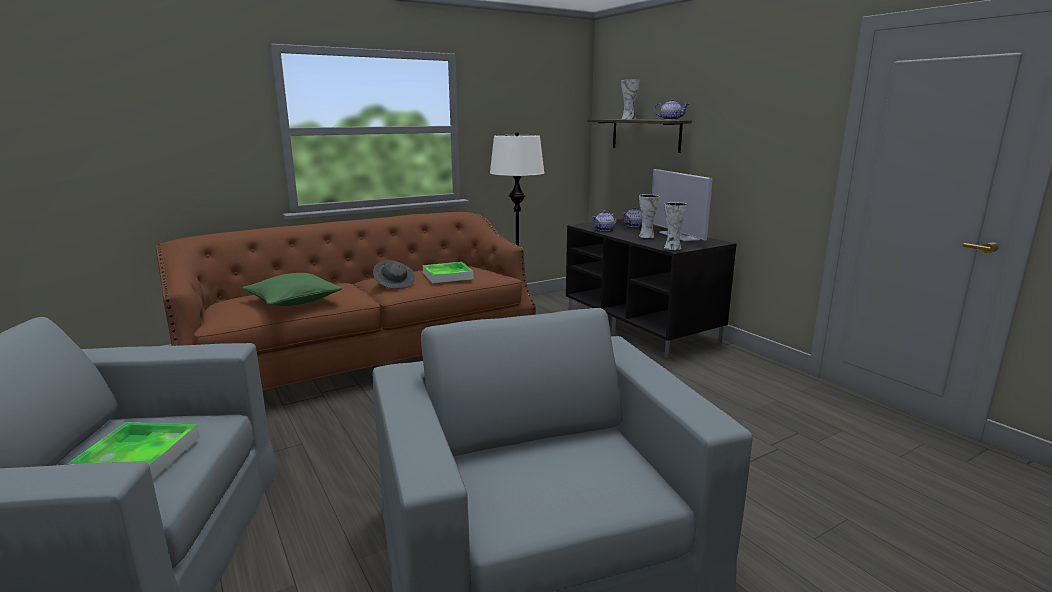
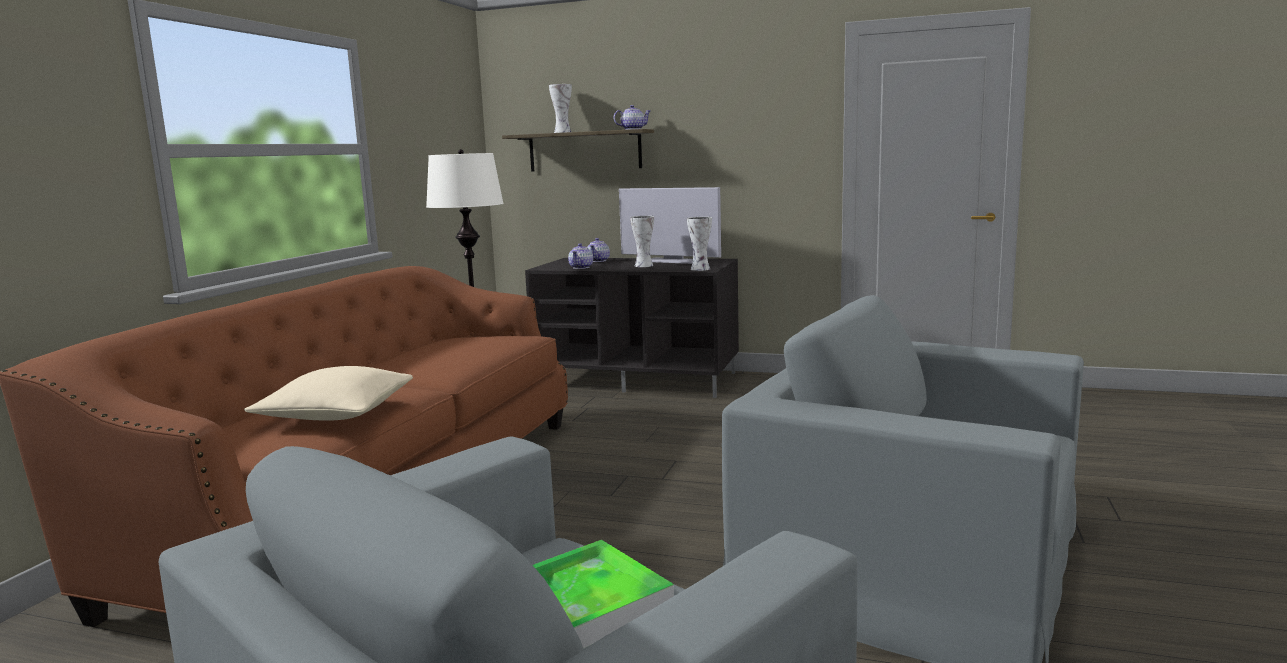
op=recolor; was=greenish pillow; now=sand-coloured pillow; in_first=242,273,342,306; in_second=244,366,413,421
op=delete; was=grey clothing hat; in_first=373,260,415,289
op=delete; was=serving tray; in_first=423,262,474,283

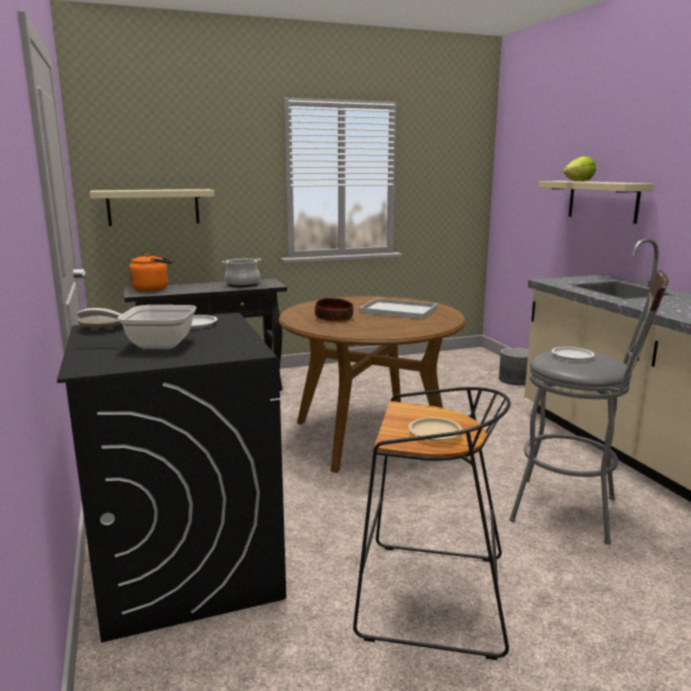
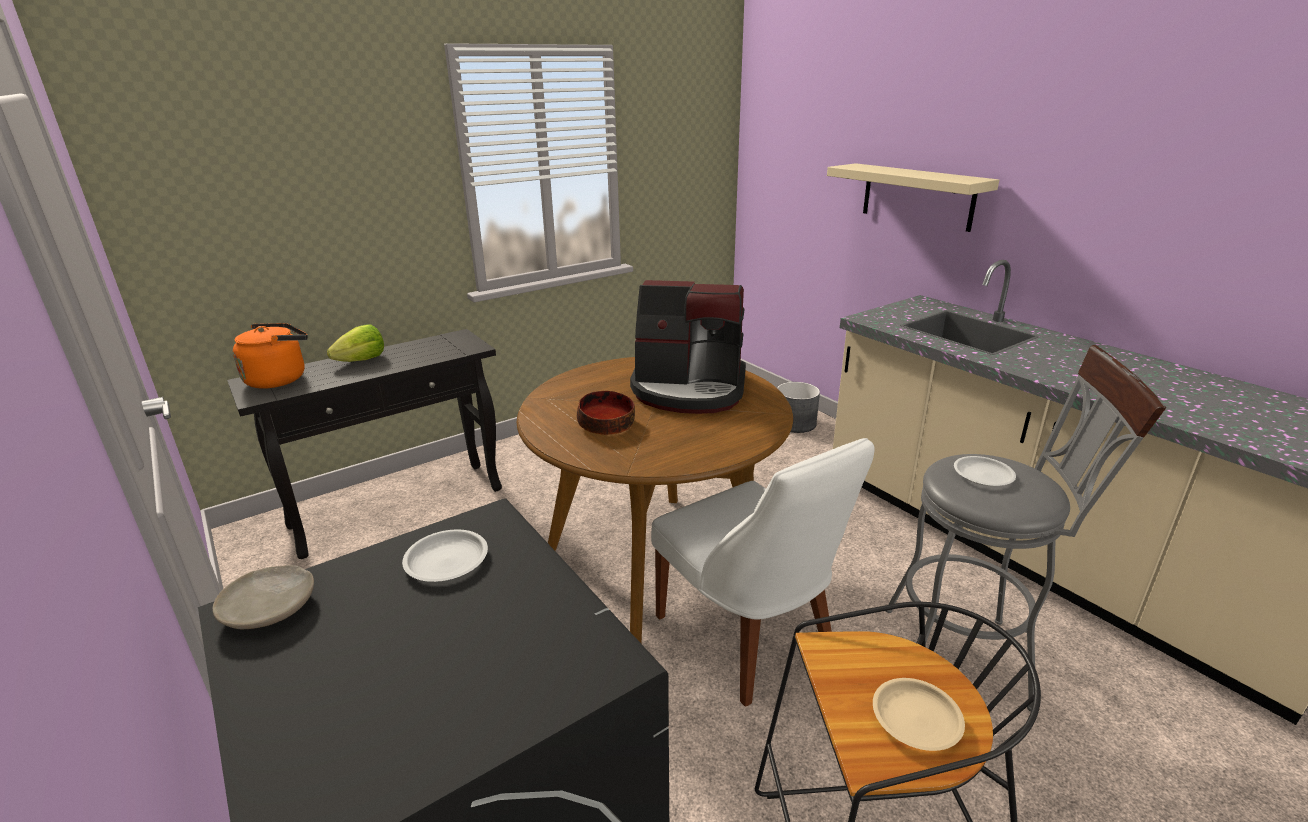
op=move; was=head of lettuce; in_first=563,156,596,181; in_second=327,324,384,362
op=replace; was=white-coloured serving tray; now=coffee brewer; in_first=359,298,438,319; in_second=630,280,746,414
op=insert; now=white-coloured chair; in_second=651,438,875,707
op=delete; was=frying pan; in_first=77,305,196,348
op=delete; was=sand-coloured wall shelf; in_first=90,189,214,226
op=delete; was=cooking pot; in_first=222,258,261,287

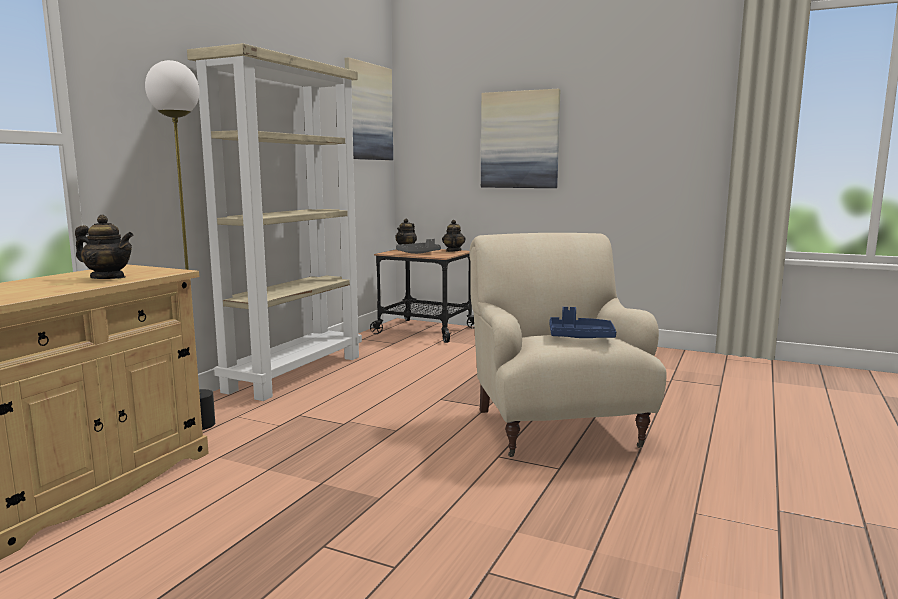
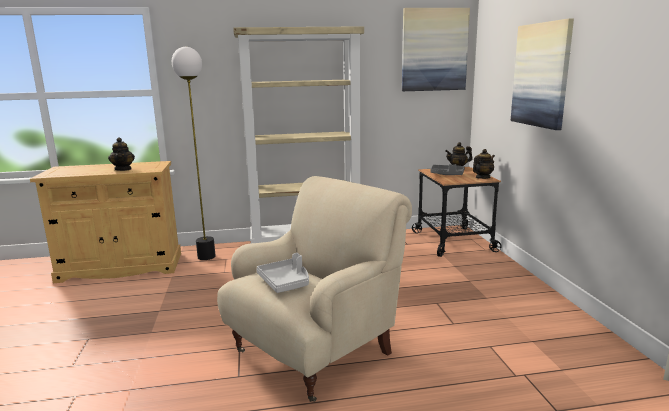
op=recolor; was=blue-coloured serving tray; now=grey serving tray; in_first=549,307,616,338; in_second=256,253,309,293

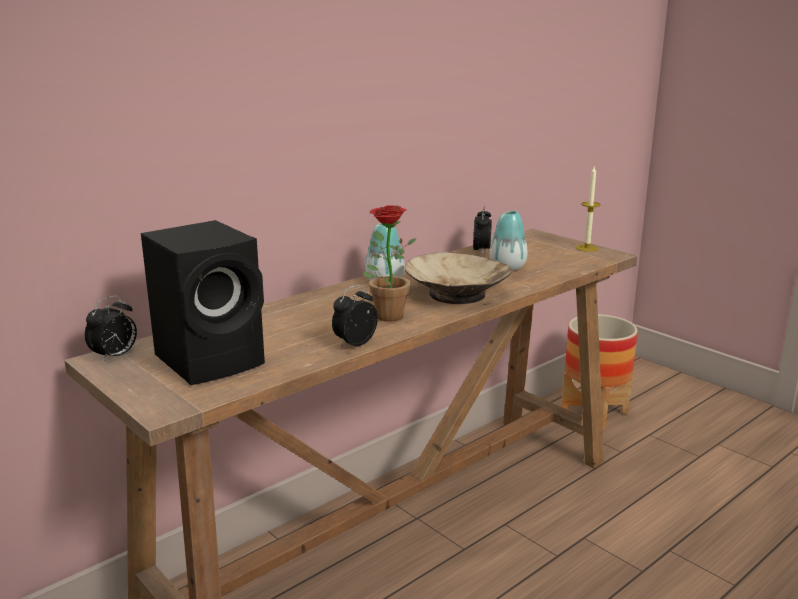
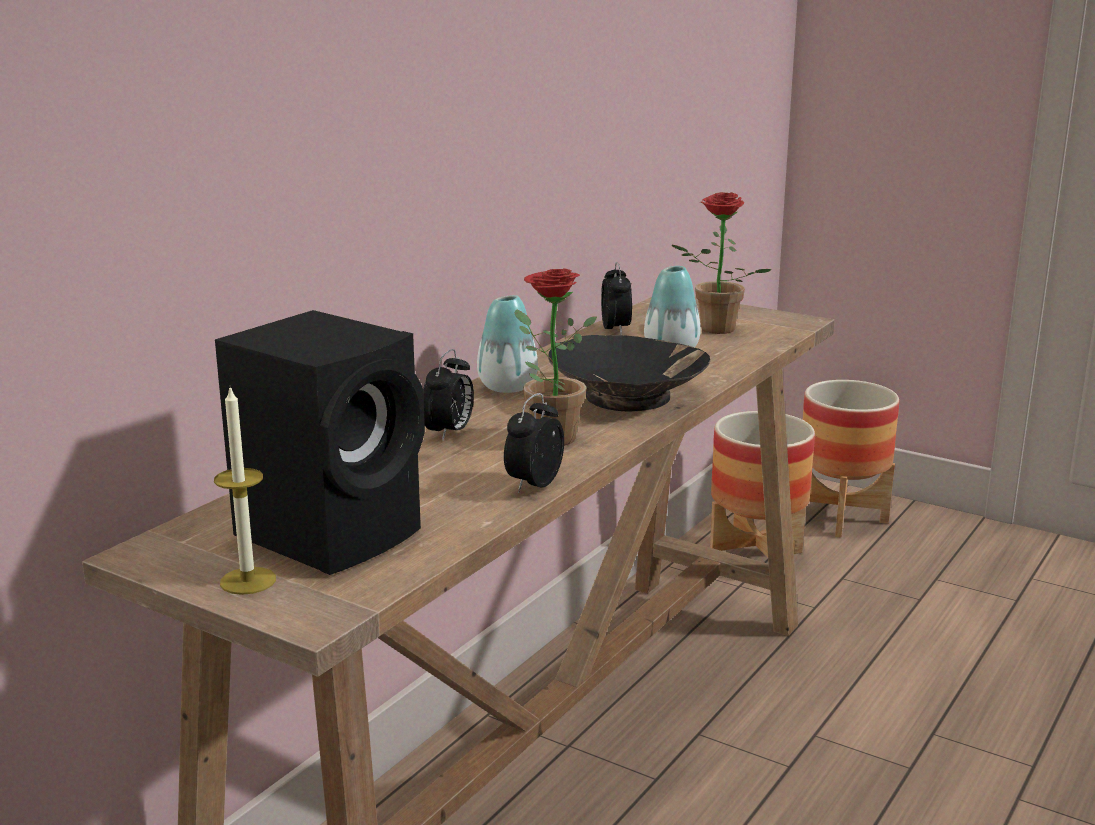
op=move; was=wax light; in_first=576,167,601,252; in_second=214,387,276,595
op=move; was=alarm clock; in_first=85,295,137,362; in_second=423,349,474,441
op=recolor; was=sand-coloured serving bowl; now=blackish serving bowl; in_first=404,252,512,304; in_second=548,335,710,412
op=insert; now=houseplant; in_second=672,192,772,334
op=insert; now=flower pot; in_second=803,380,899,538

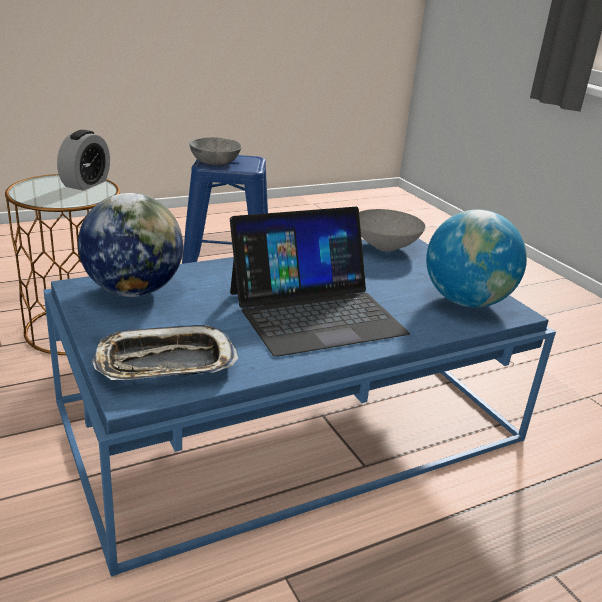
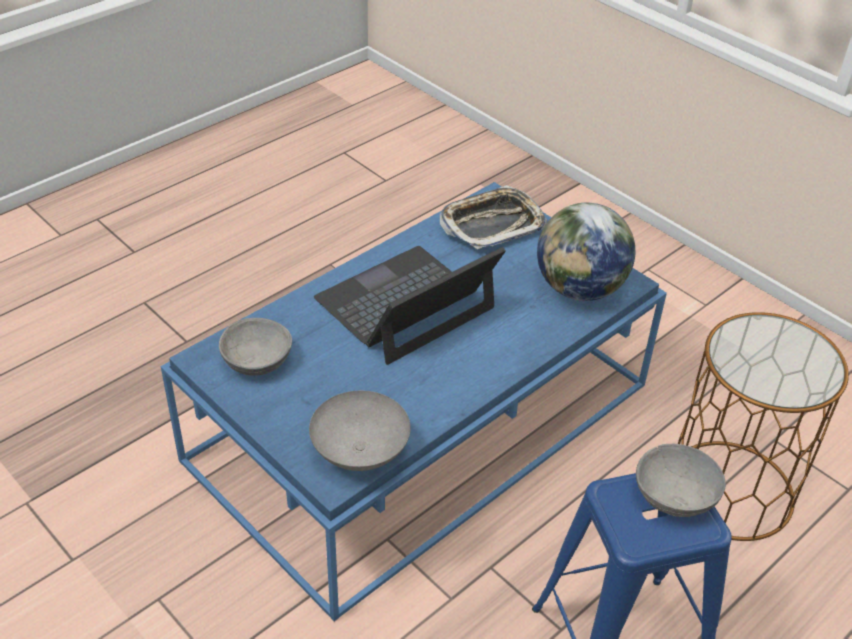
op=replace; was=globe; now=grey serving bowl; in_first=426,210,527,308; in_second=219,318,292,376
op=delete; was=alarm clock; in_first=57,130,110,191

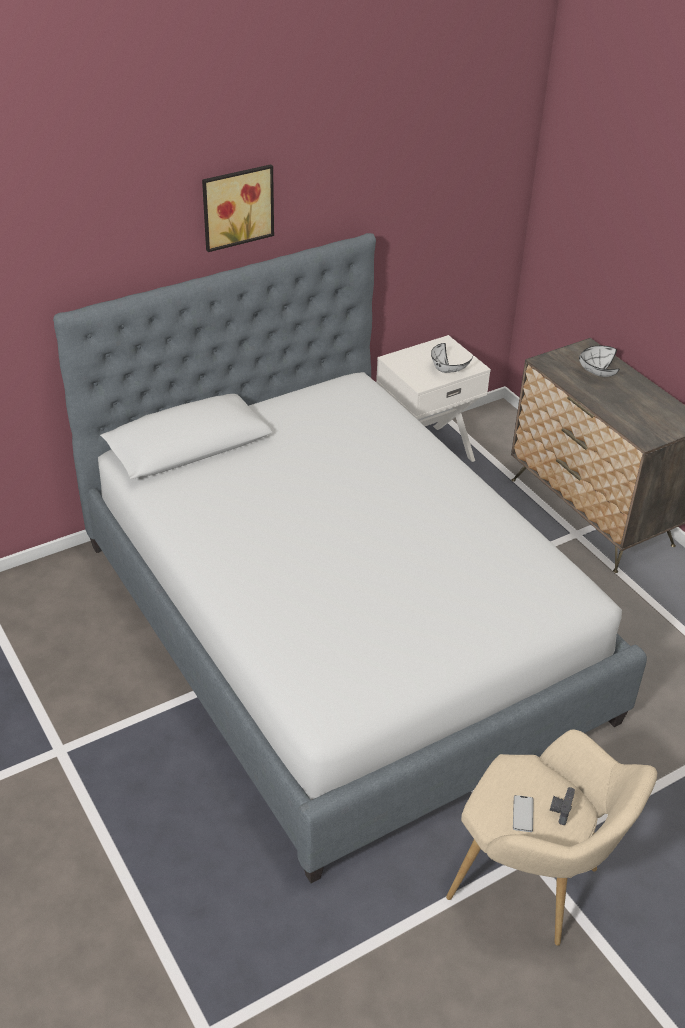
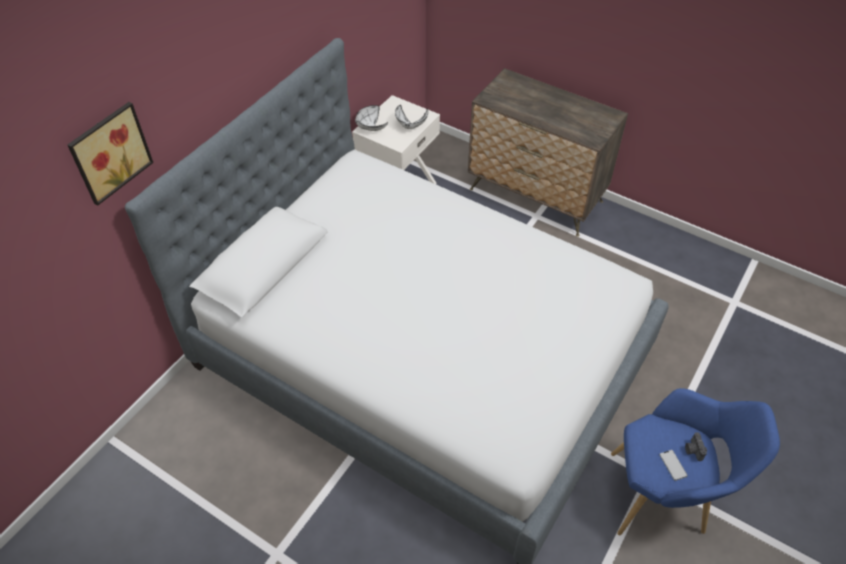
op=move; was=picture; in_first=202,164,274,252; in_second=67,102,153,206
op=move; was=white-coloured serving bowl; in_first=579,346,620,377; in_second=355,105,388,131
op=recolor; was=sand-coloured lounge chair; now=blue-coloured lounge chair; in_first=446,729,657,946; in_second=611,388,780,536

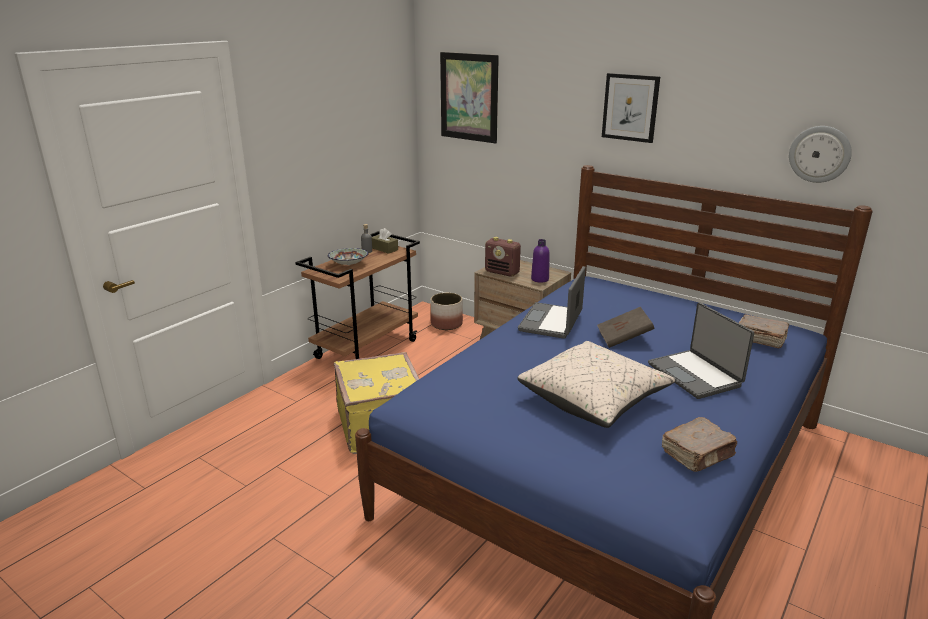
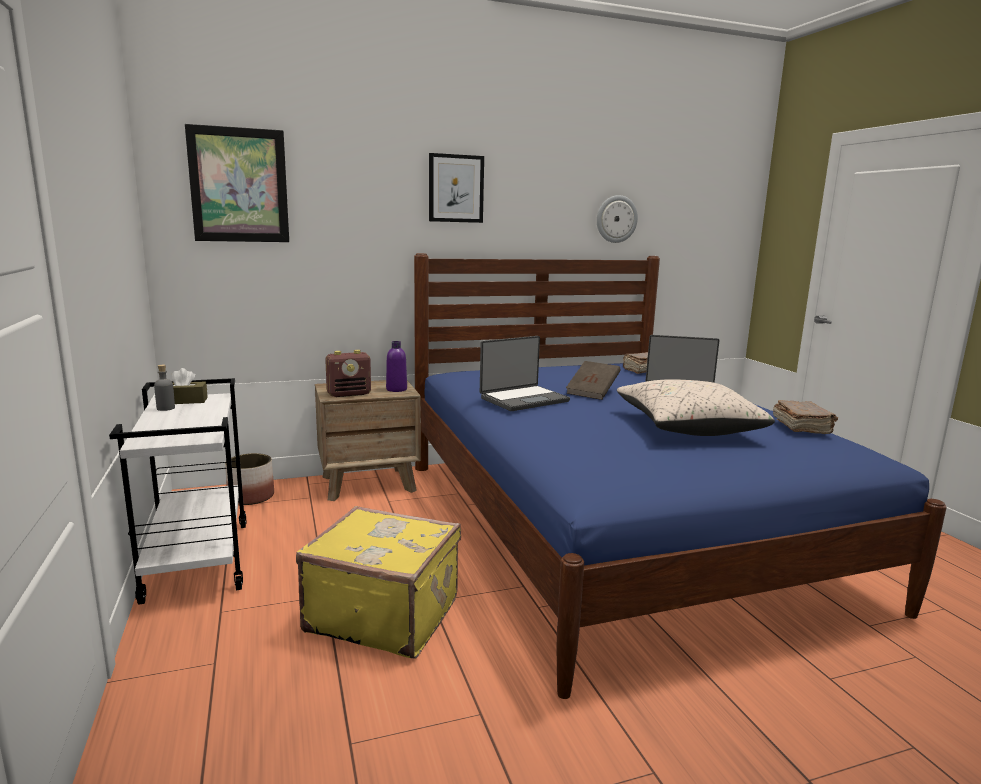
op=recolor; was=brown wheeled cart; now=white-coloured wheeled cart; in_first=295,231,420,359; in_second=109,378,247,605
op=rotate; was=notebook computer; in_first=518,266,586,339; in_second=480,336,570,411; clockwise=-90
op=delete; was=serving bowl; in_first=328,248,369,265

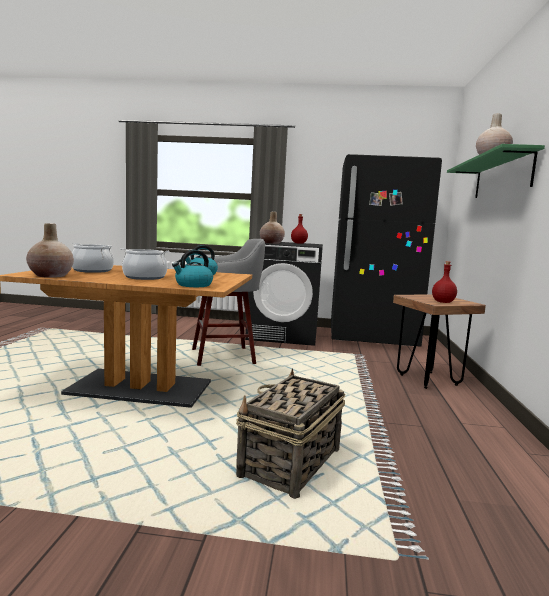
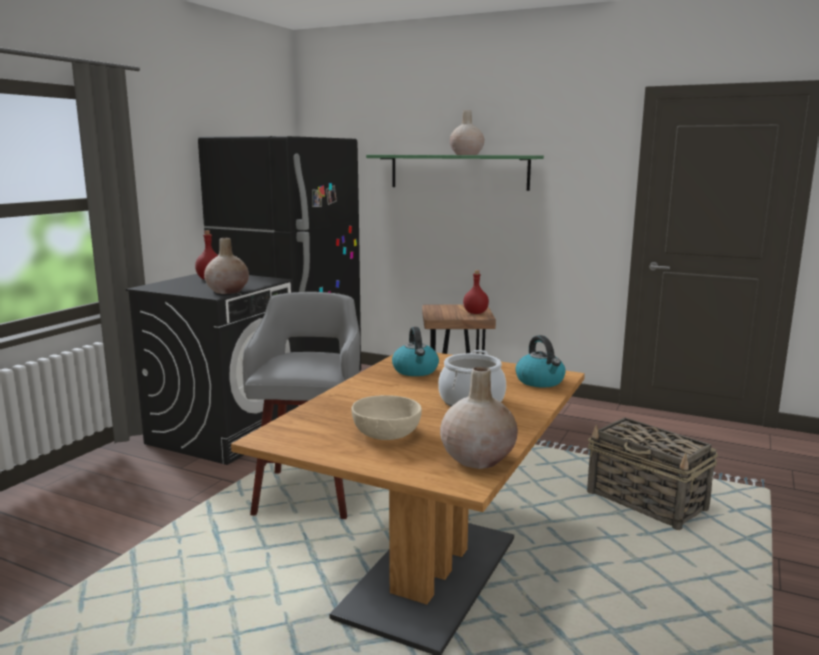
op=replace; was=cooking pot; now=sand-coloured serving bowl; in_first=72,243,114,273; in_second=351,395,422,440

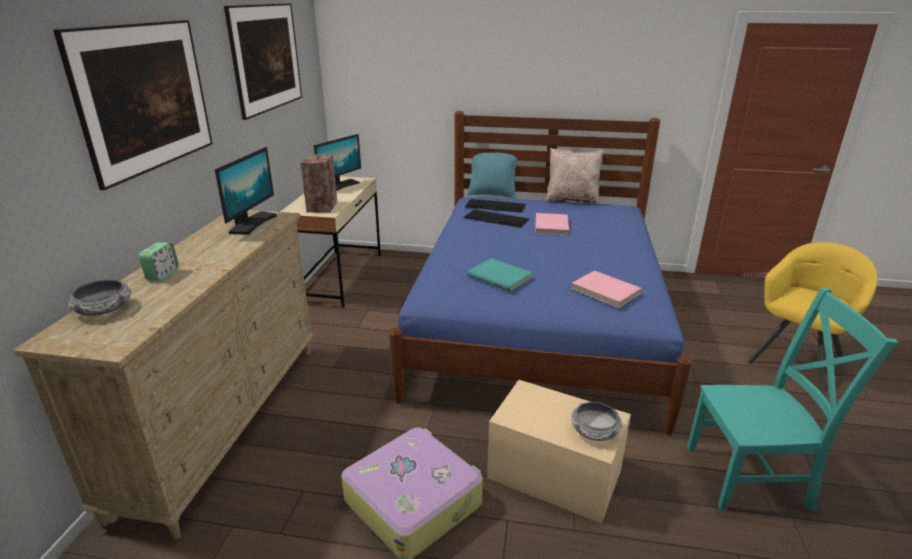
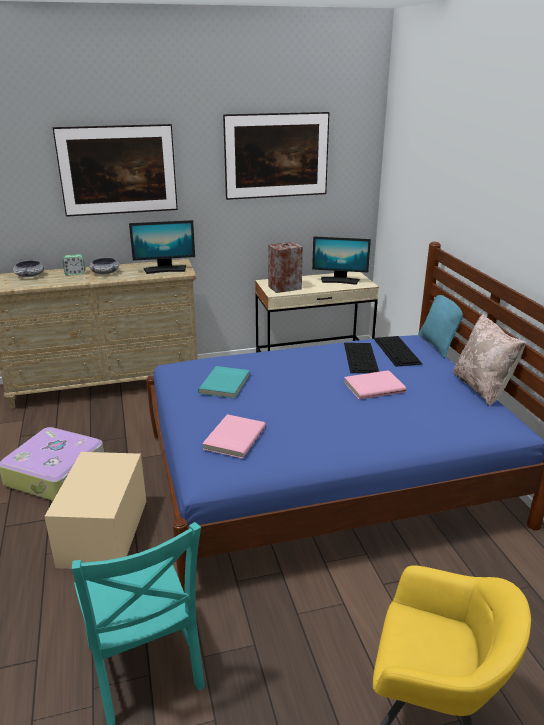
op=move; was=serving bowl; in_first=571,402,622,441; in_second=90,258,120,274

